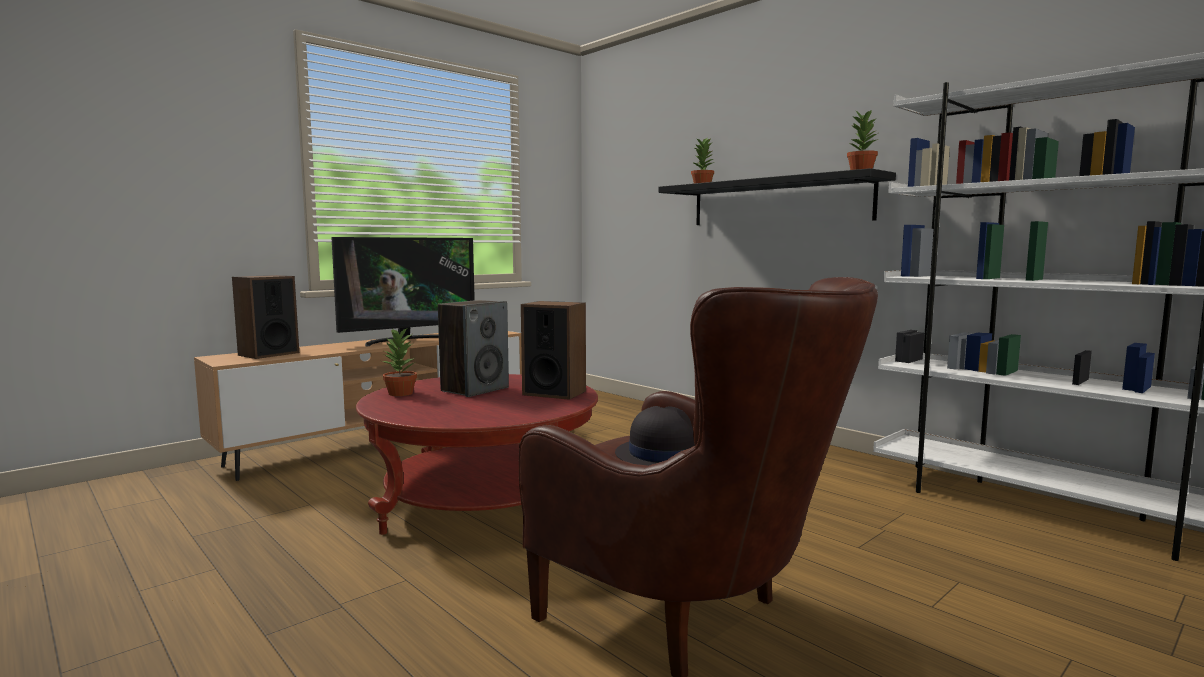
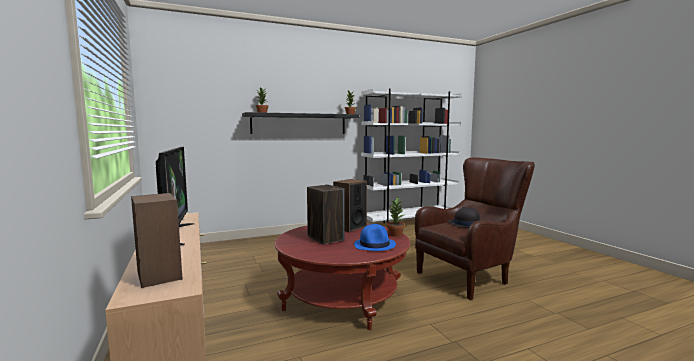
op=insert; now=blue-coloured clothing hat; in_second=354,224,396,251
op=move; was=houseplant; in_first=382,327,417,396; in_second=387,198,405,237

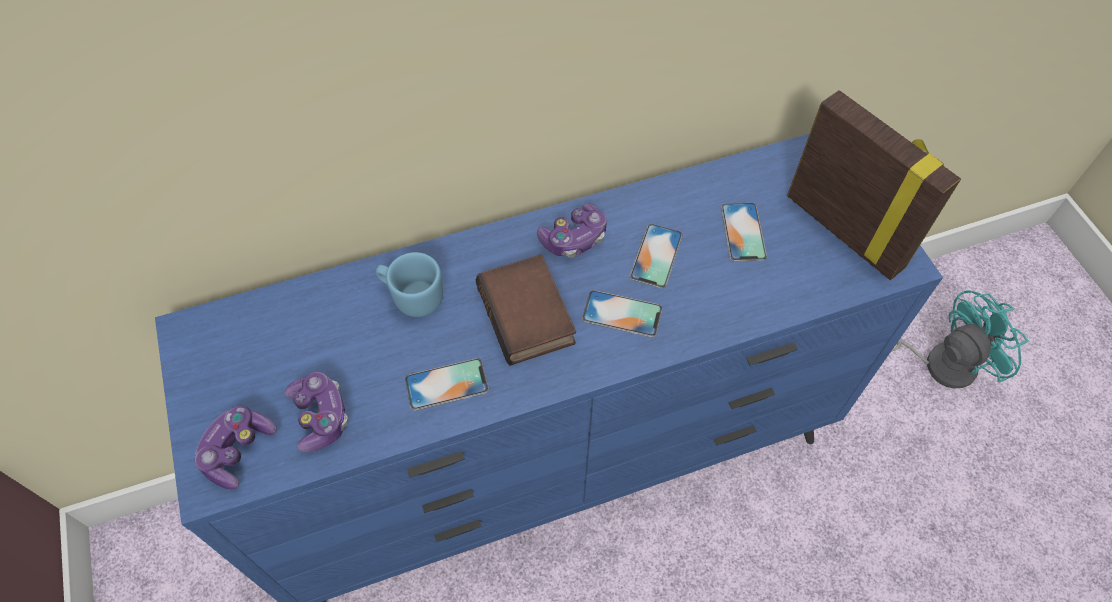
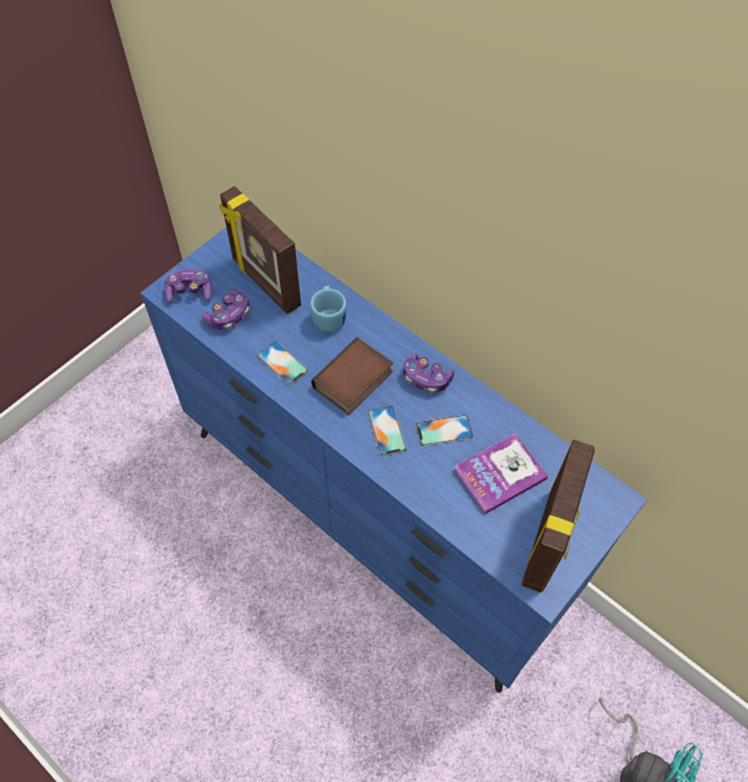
op=insert; now=photo frame; in_second=219,186,301,314
op=replace; was=telephone; now=volume; in_first=721,203,767,261; in_second=454,433,548,514

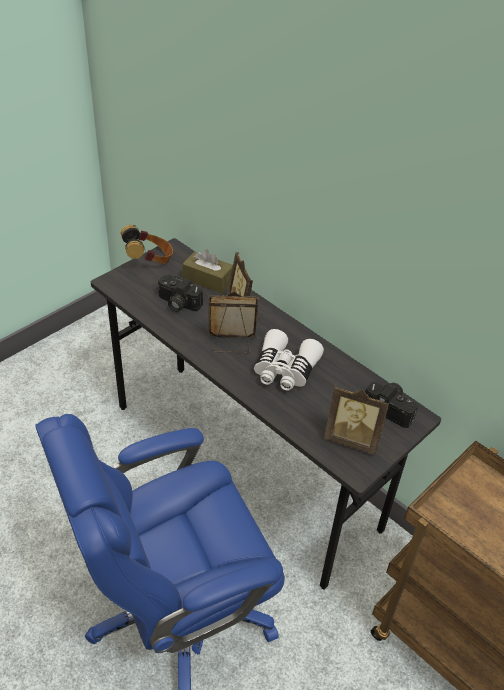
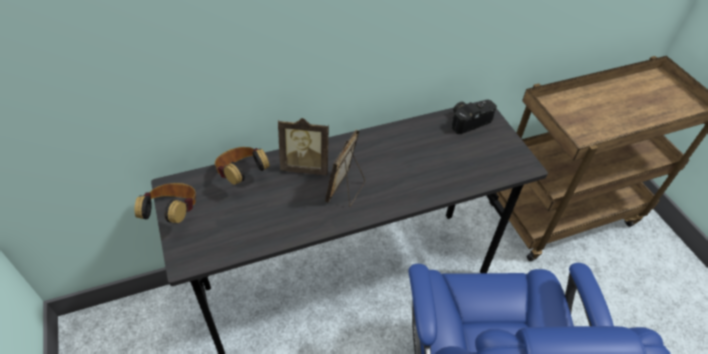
op=replace; was=brown tissue holder; now=headphones; in_first=183,250,233,293; in_second=215,147,270,185
op=delete; was=still camera; in_first=157,275,203,312
op=delete; was=white-coloured binoculars; in_first=254,329,324,391
op=delete; was=photo frame; in_first=324,386,390,455

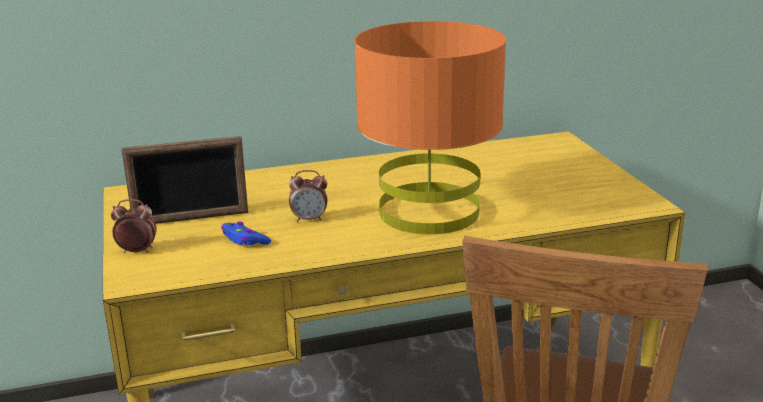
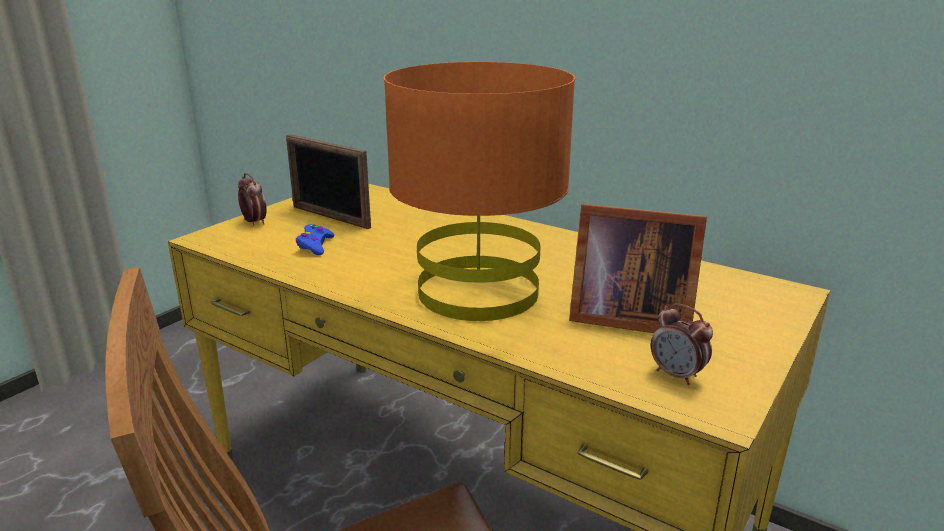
op=insert; now=photo frame; in_second=569,204,707,333
op=move; was=alarm clock; in_first=289,170,327,222; in_second=651,303,713,385

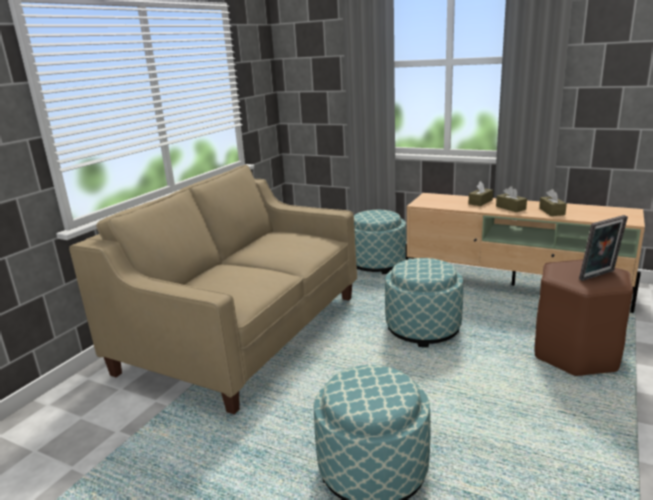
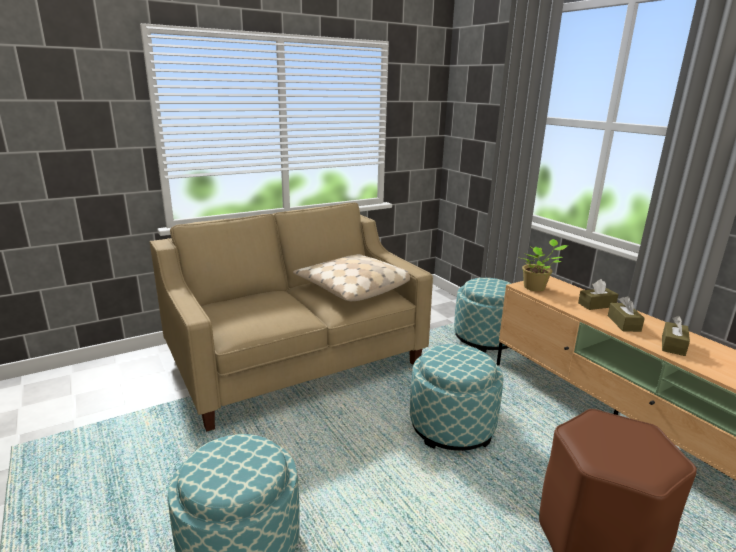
op=insert; now=sand-coloured pillow; in_second=293,254,410,301
op=insert; now=houseplant; in_second=522,239,569,291
op=delete; was=photo frame; in_first=579,215,628,281

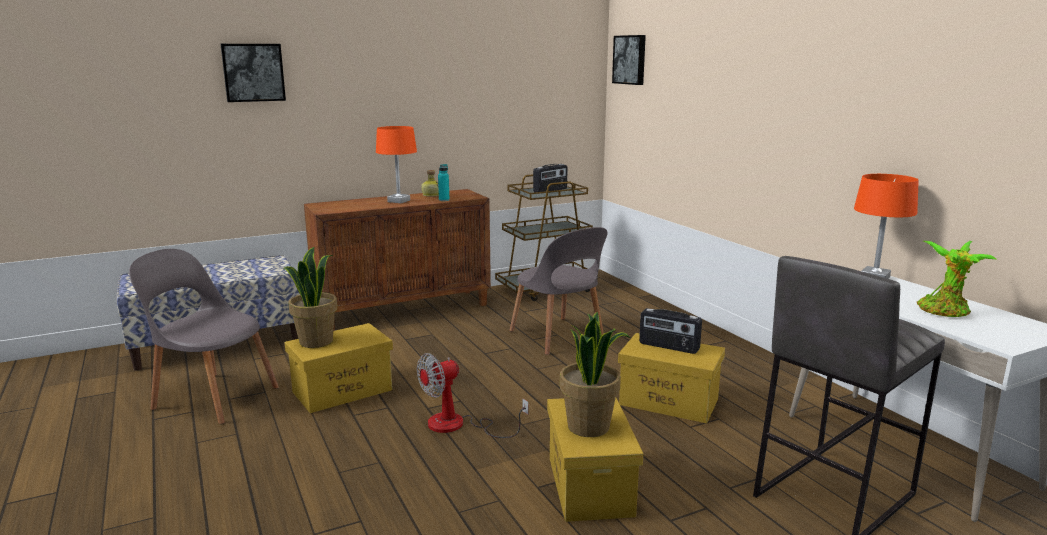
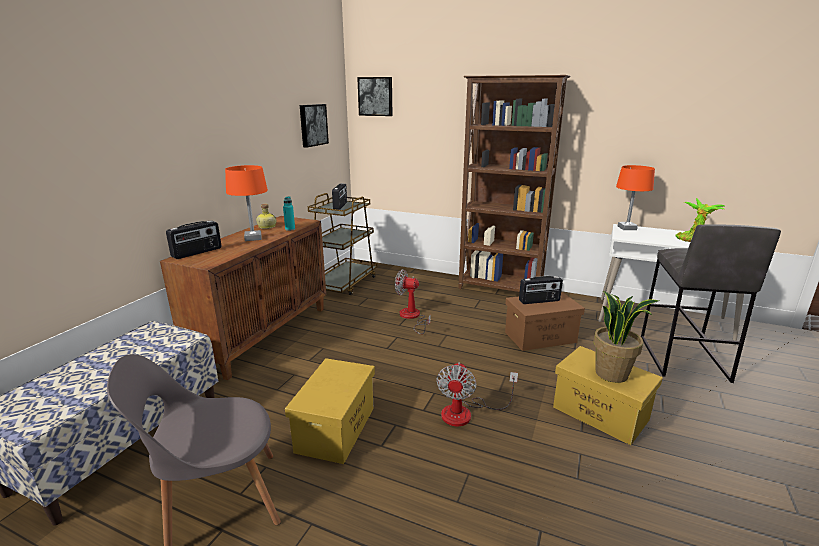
op=insert; now=radio set; in_second=166,220,222,259
op=move; was=picture; in_first=220,44,286,102; in_second=300,104,329,148
op=replace; was=grey chair; now=cooling fan; in_first=509,227,608,355; in_second=395,269,430,334
op=insert; now=brown bookcase; in_second=458,75,571,292
op=recolor; was=yellowish storage container; now=brown storage container; in_first=618,333,725,423; in_second=505,291,585,351
op=delete; was=houseplant; in_first=283,247,337,348

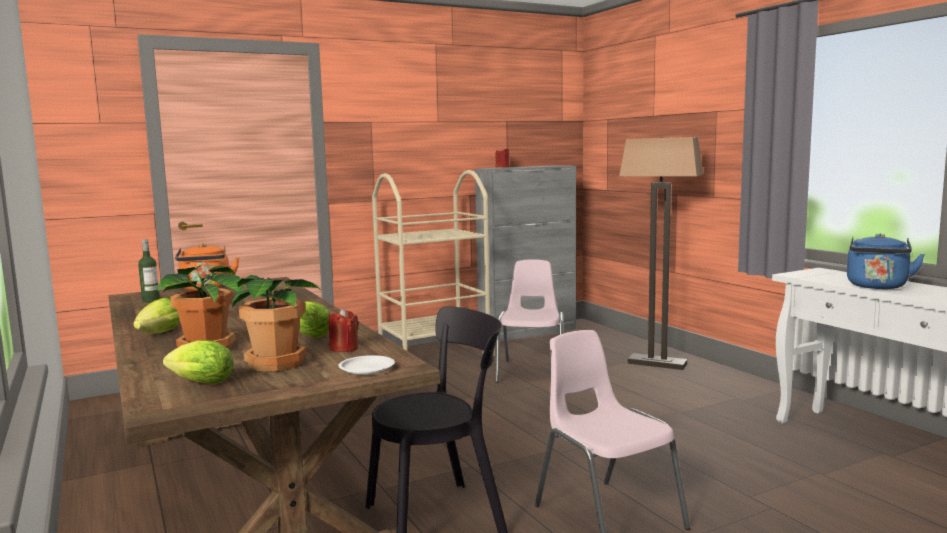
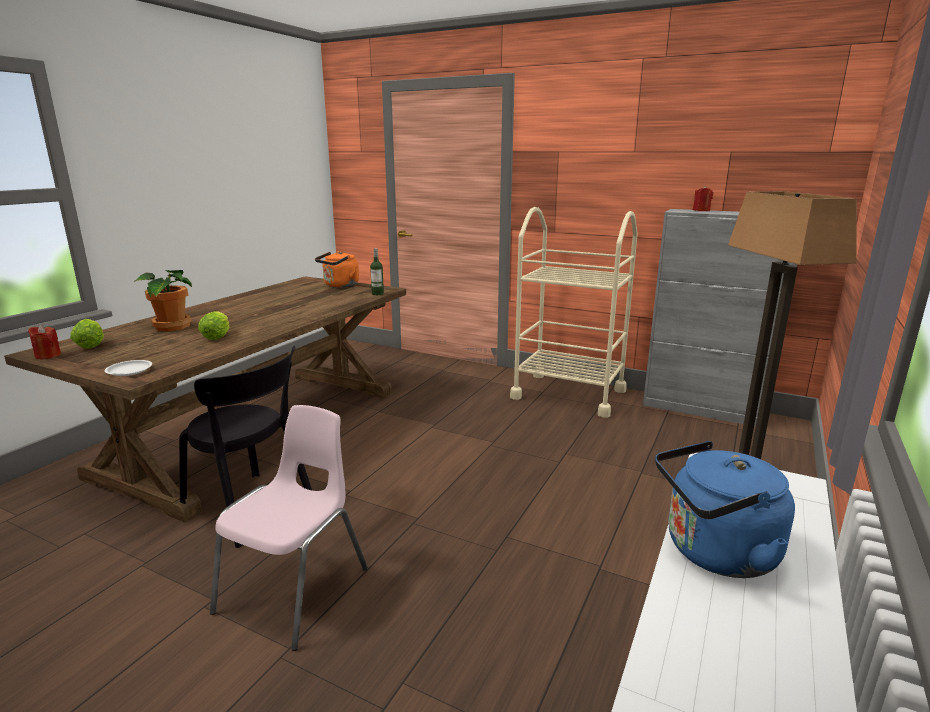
op=move; was=red-coloured wax light; in_first=329,308,359,352; in_second=28,325,61,359
op=move; was=drink bottle; in_first=138,239,160,303; in_second=370,248,384,295
op=delete; was=head of lettuce; in_first=133,298,180,333
op=delete; was=houseplant; in_first=232,275,322,372
op=delete; was=pink-coloured chair; in_first=496,259,563,383

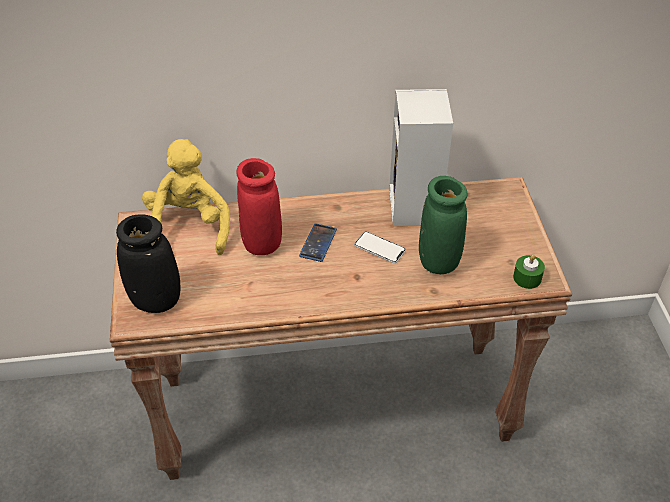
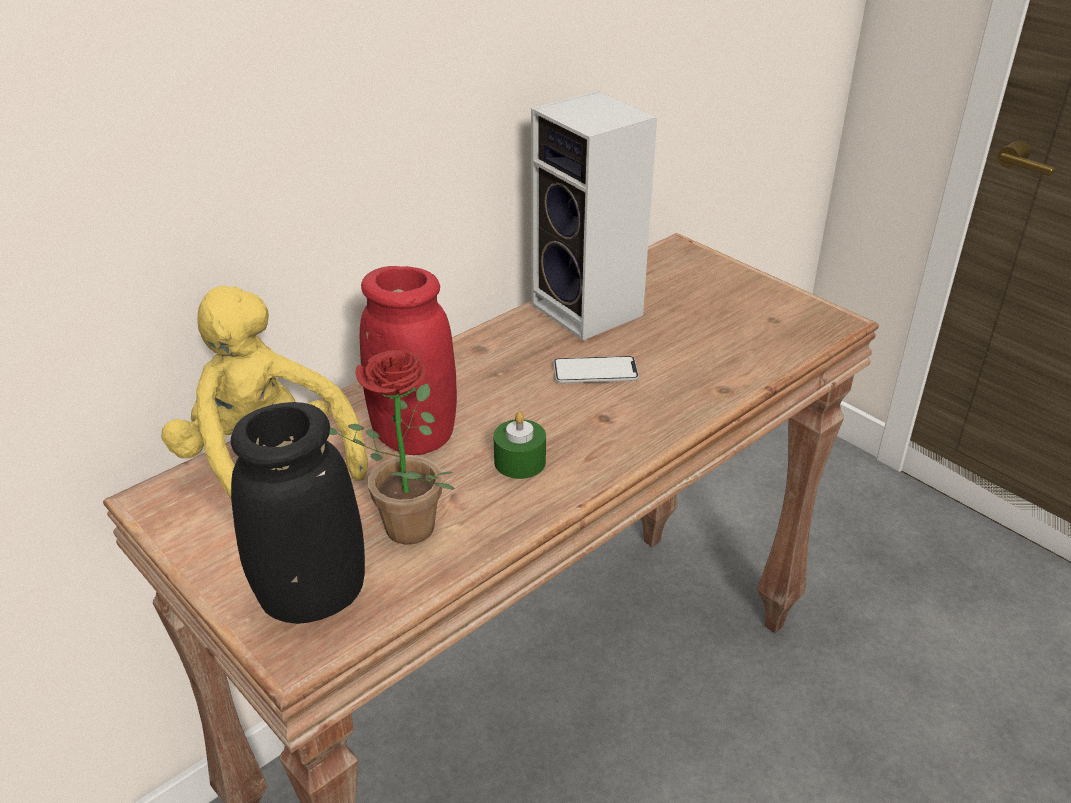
op=insert; now=houseplant; in_second=329,350,455,545
op=move; was=greenish wax light; in_first=513,255,545,289; in_second=493,412,546,479
op=delete; was=telephone; in_first=299,223,337,262
op=delete; was=greenish vase; in_first=419,176,468,274

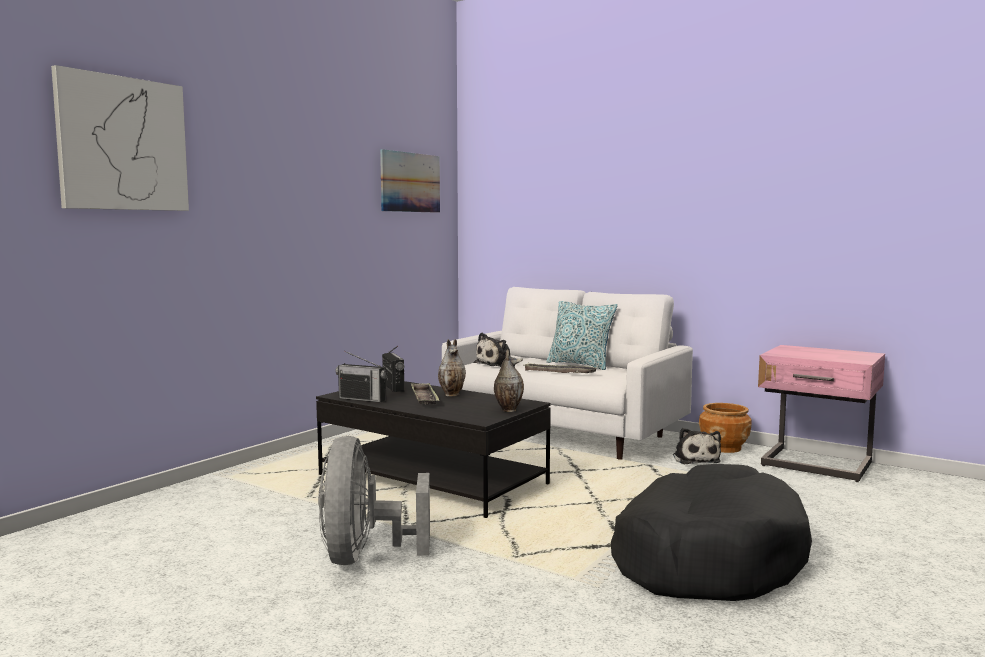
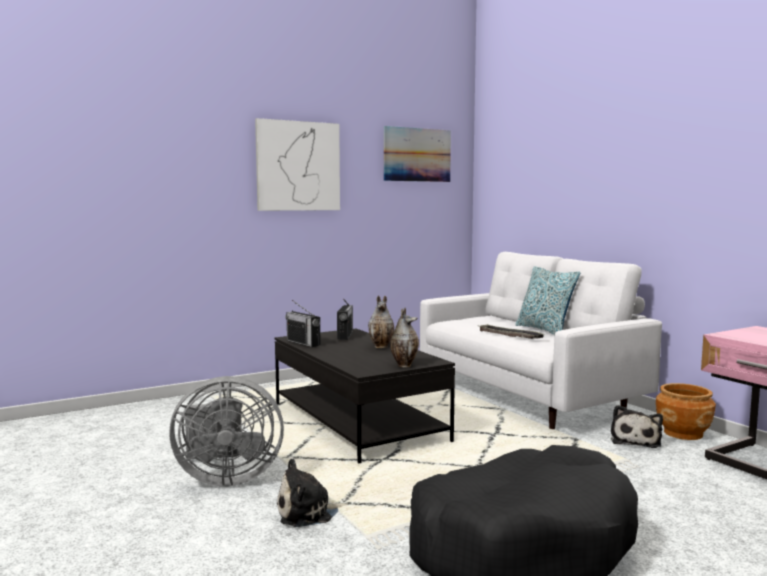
op=rotate; was=grey cooling fan; in_first=318,436,430,565; in_second=169,376,284,487; clockwise=-120
op=move; was=picture; in_first=51,65,189,211; in_second=255,118,340,211
op=move; was=soft toy; in_first=474,333,516,367; in_second=277,458,348,527
op=delete; was=serving tray; in_first=411,383,440,404

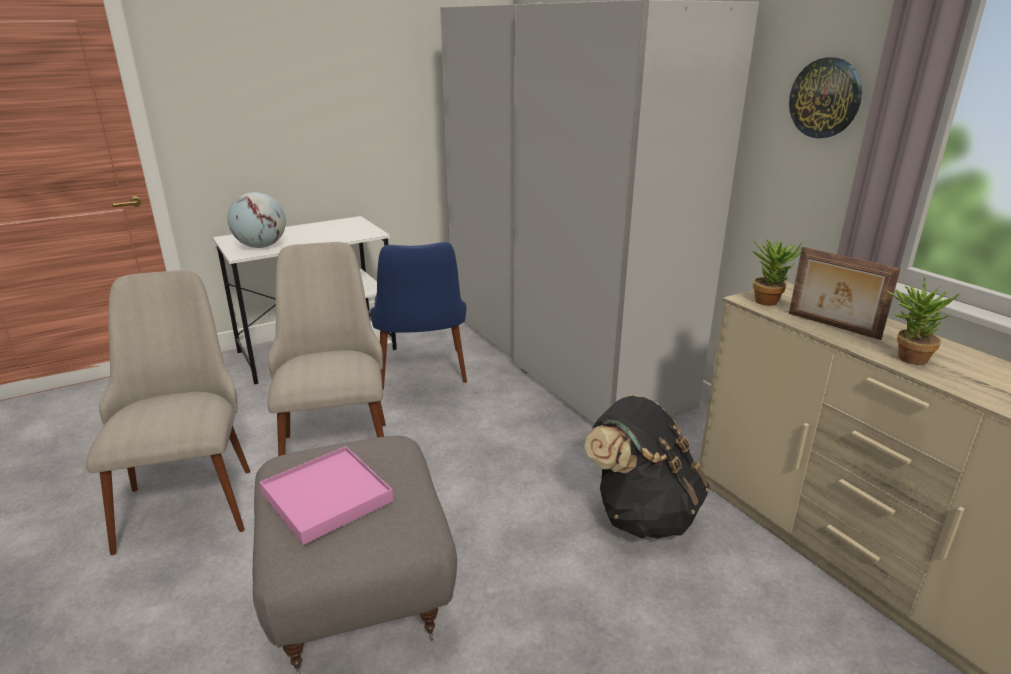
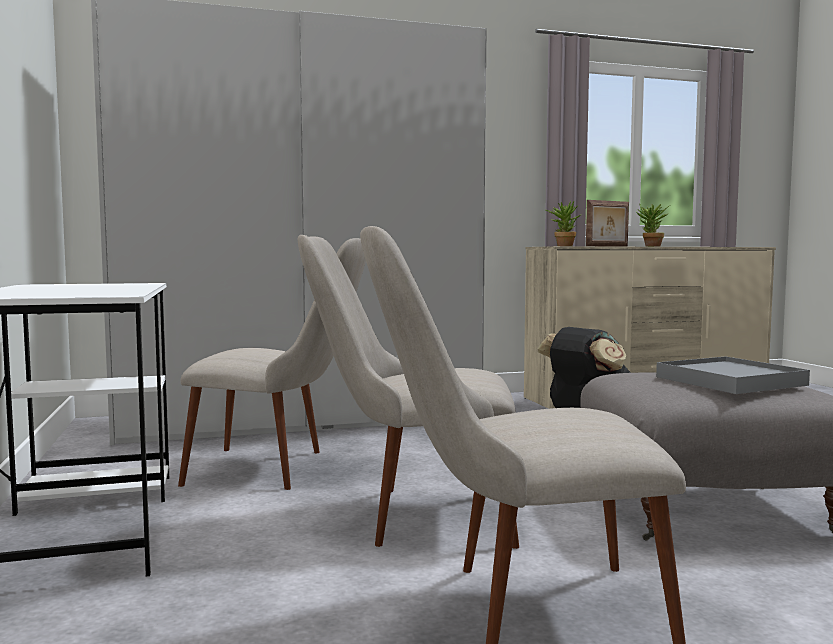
op=recolor; was=blue-coloured chair; now=sand-coloured chair; in_first=370,242,467,390; in_second=178,238,366,490
op=recolor; was=pink-coloured serving tray; now=grey serving tray; in_first=260,446,393,545; in_second=656,356,810,394
op=delete; was=globe; in_first=228,192,286,248
op=delete; was=wall clock; in_first=789,57,862,138

